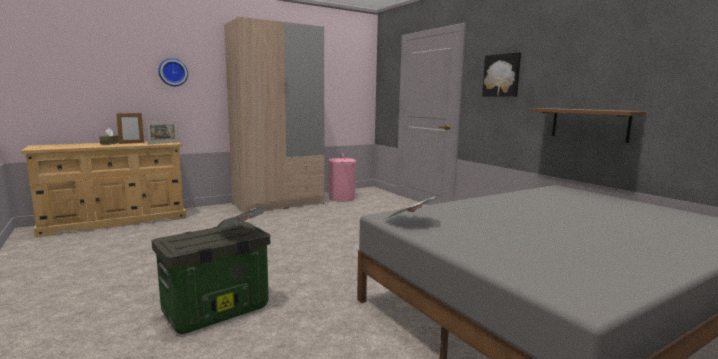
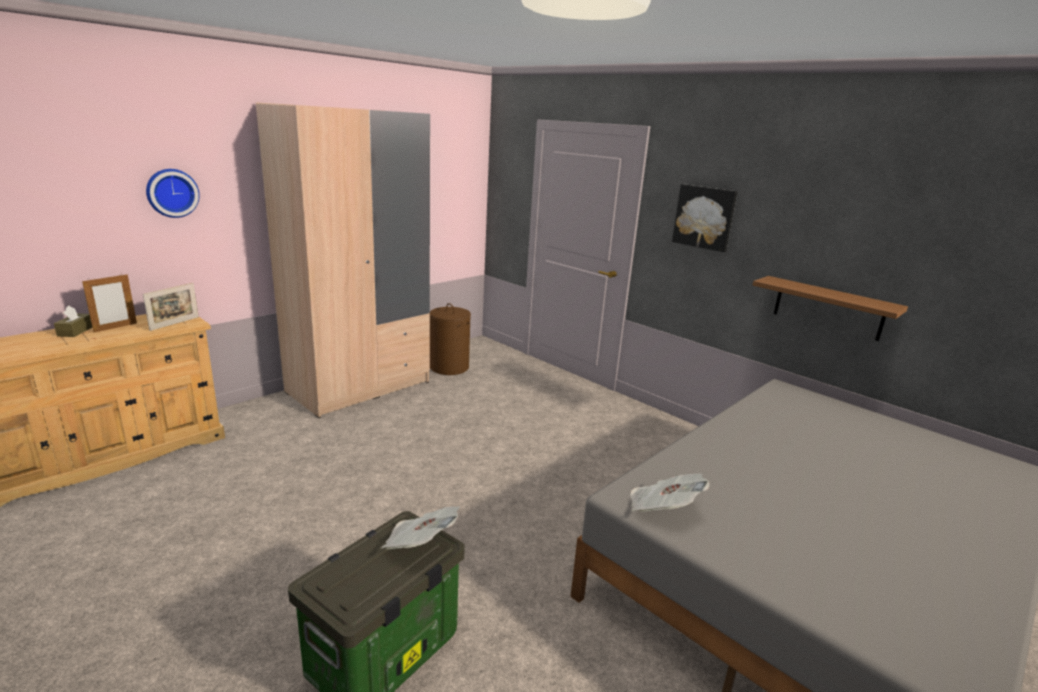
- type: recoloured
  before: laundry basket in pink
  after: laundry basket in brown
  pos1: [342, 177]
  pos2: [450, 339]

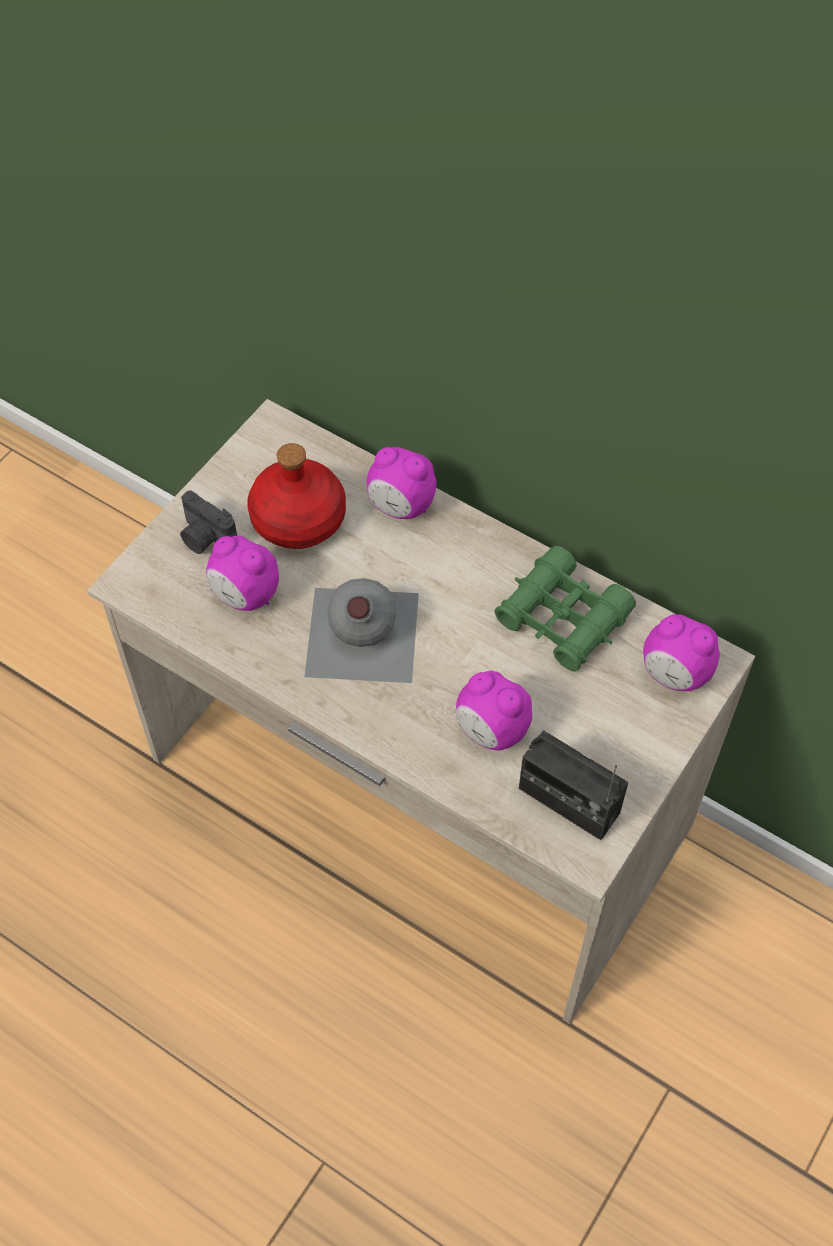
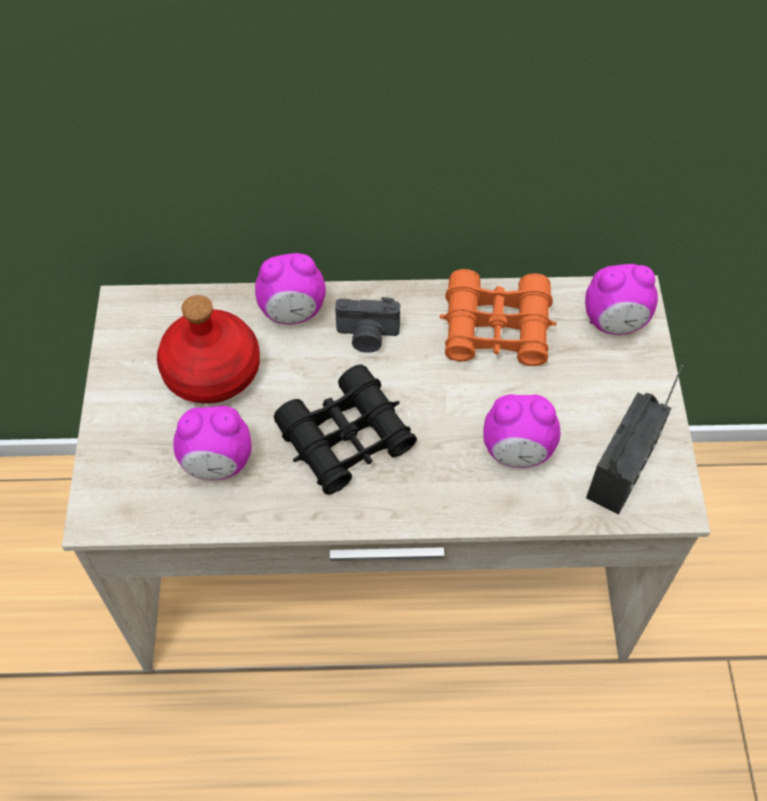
- type: replaced
  before: bottle in grey
  after: binoculars in black
  pos1: [361, 630]
  pos2: [345, 429]
- type: moved
  before: photo camera
  pos1: [208, 522]
  pos2: [367, 325]
- type: recoloured
  before: binoculars in green
  after: binoculars in orange
  pos1: [565, 609]
  pos2: [497, 317]
- type: turned
  before: radio
  pos1: [573, 785]
  pos2: [634, 439]
  turn: -60

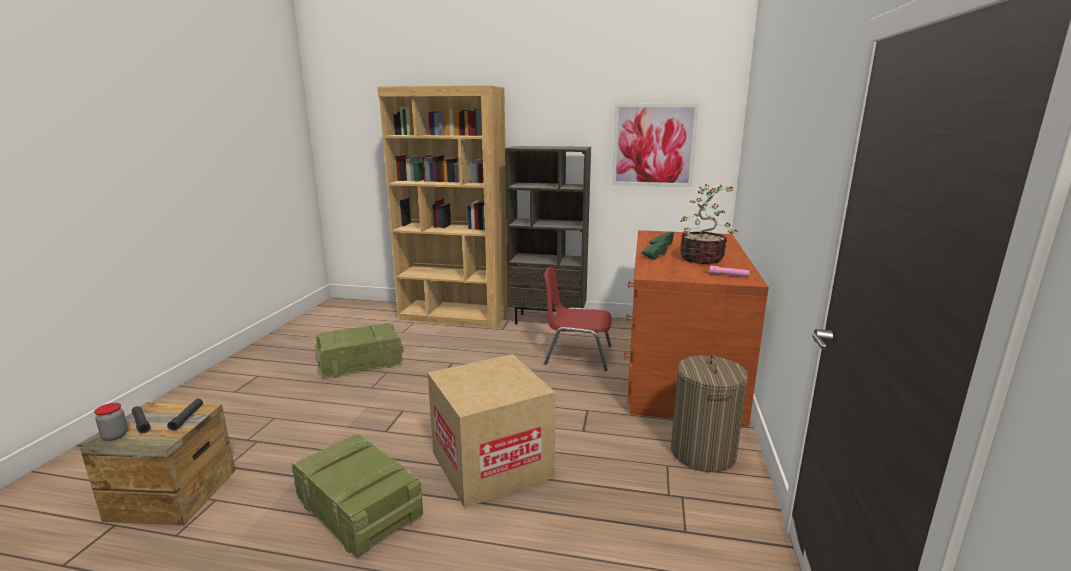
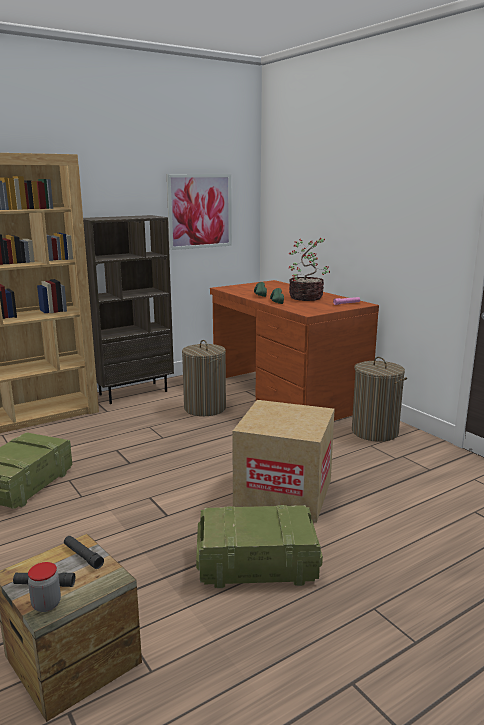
- type: replaced
  before: chair in red
  after: laundry basket
  pos1: [578, 318]
  pos2: [204, 378]

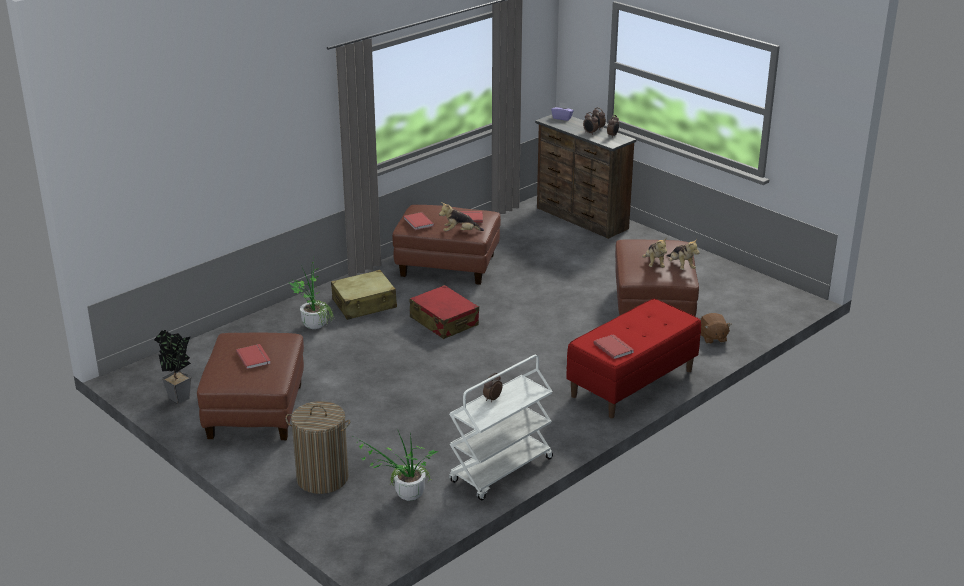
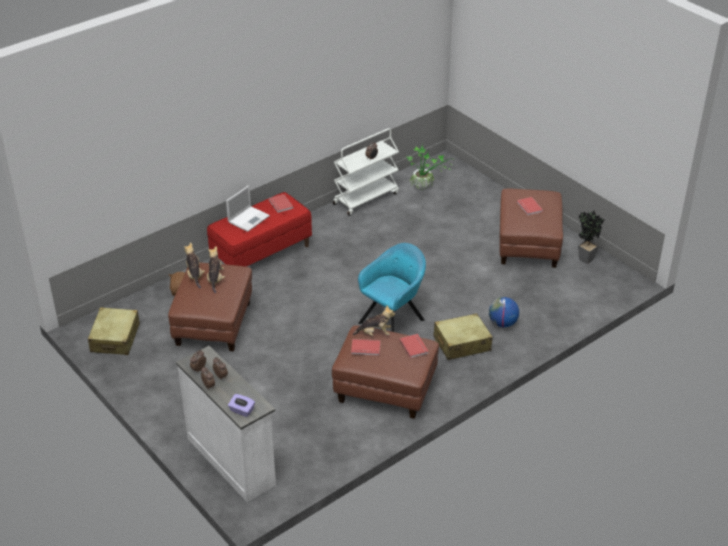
- type: added
  after: suitcase in beige
  pos2: [114, 331]
- type: recoloured
  before: dresser in brown
  after: dresser in white
  pos1: [585, 177]
  pos2: [226, 424]
- type: added
  after: laptop
  pos2: [248, 208]
- type: replaced
  before: suitcase in red
  after: armchair in turquoise
  pos1: [444, 312]
  pos2: [392, 287]
- type: replaced
  before: potted plant
  after: globe
  pos1: [311, 293]
  pos2: [504, 312]
- type: removed
  before: laundry basket
  pos1: [318, 447]

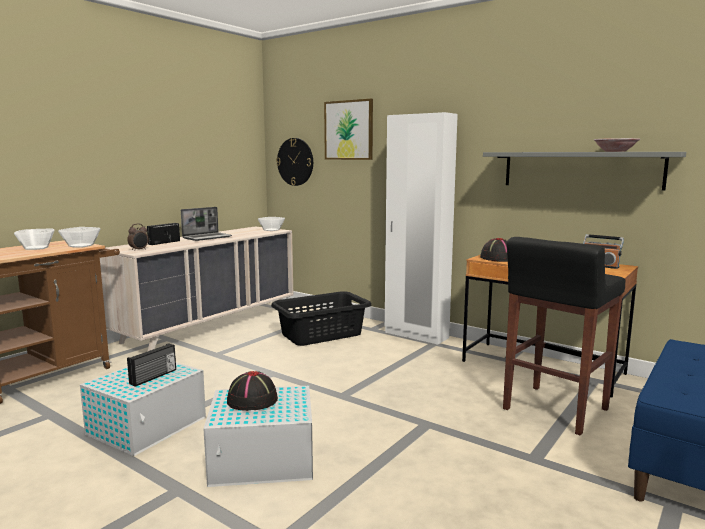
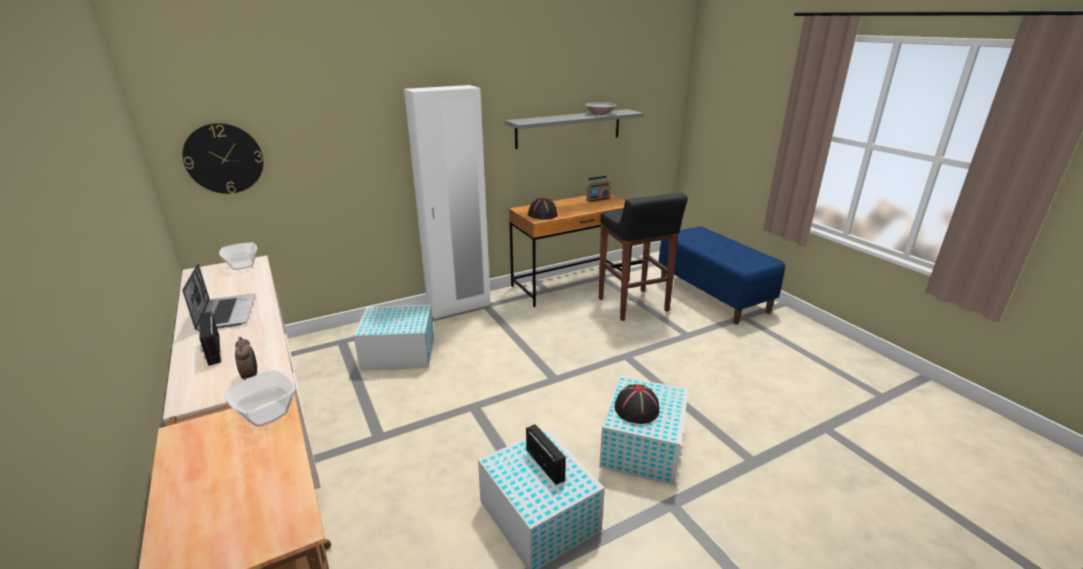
- type: replaced
  before: laundry basket in black
  after: storage box in white
  pos1: [321, 318]
  pos2: [394, 338]
- type: removed
  before: bowl
  pos1: [34, 239]
- type: removed
  before: picture
  pos1: [348, 129]

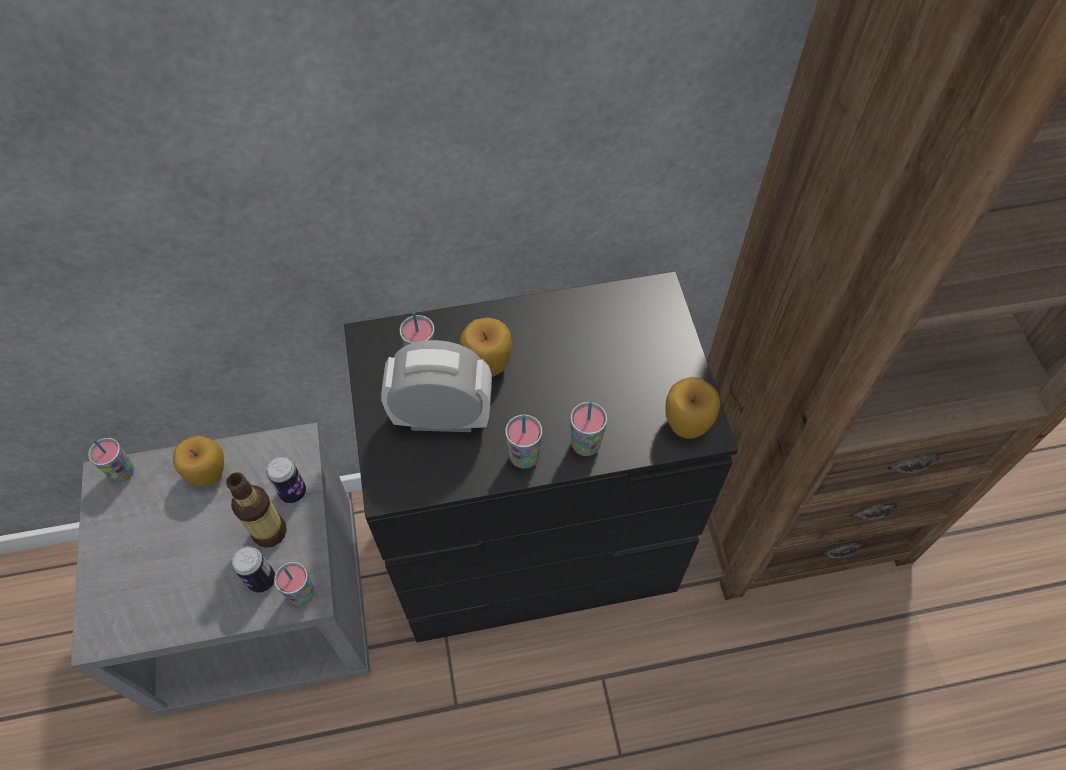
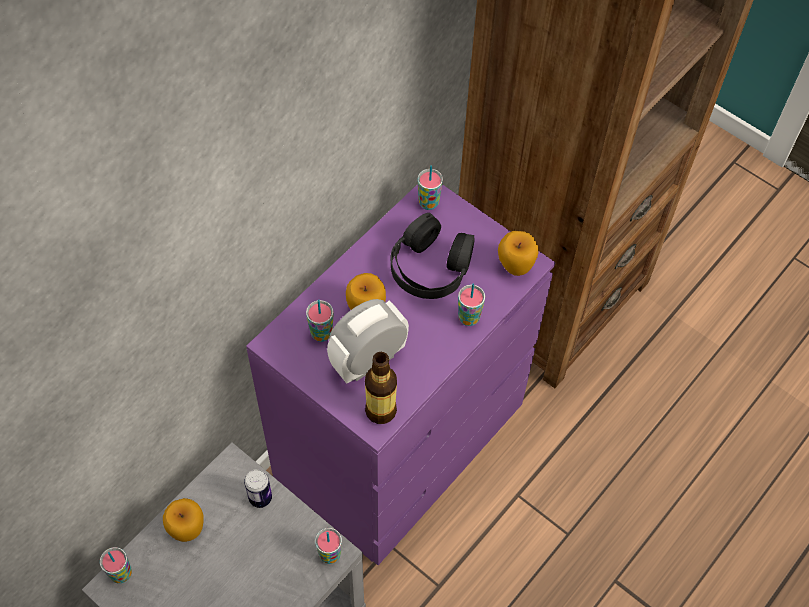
- type: recoloured
  before: dresser in black
  after: dresser in purple
  pos1: [541, 456]
  pos2: [400, 374]
- type: moved
  before: bottle
  pos1: [256, 510]
  pos2: [381, 388]
- type: added
  after: headphones in black
  pos2: [432, 256]
- type: moved
  before: cup
  pos1: [524, 441]
  pos2: [430, 187]
- type: removed
  before: can
  pos1: [253, 569]

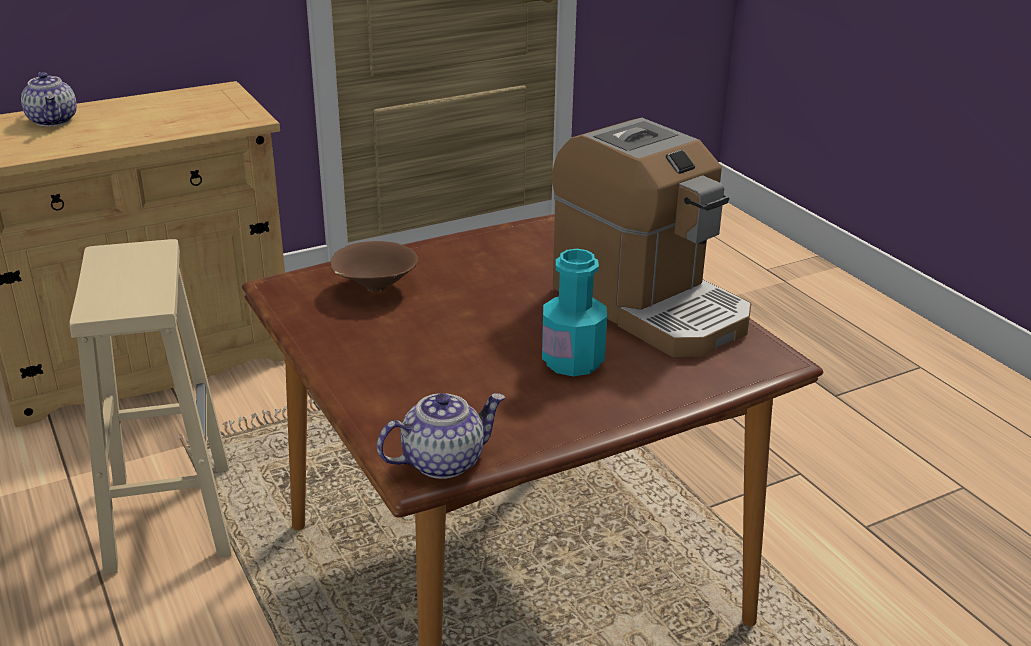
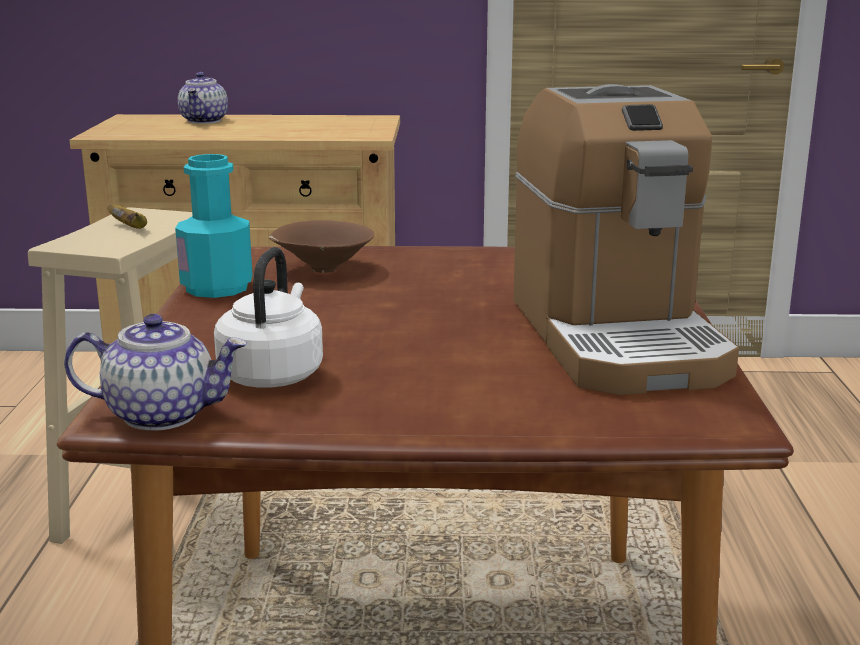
- type: added
  after: banana
  pos2: [127, 216]
- type: moved
  before: bottle in turquoise
  pos1: [574, 312]
  pos2: [214, 226]
- type: added
  after: kettle in white
  pos2: [268, 317]

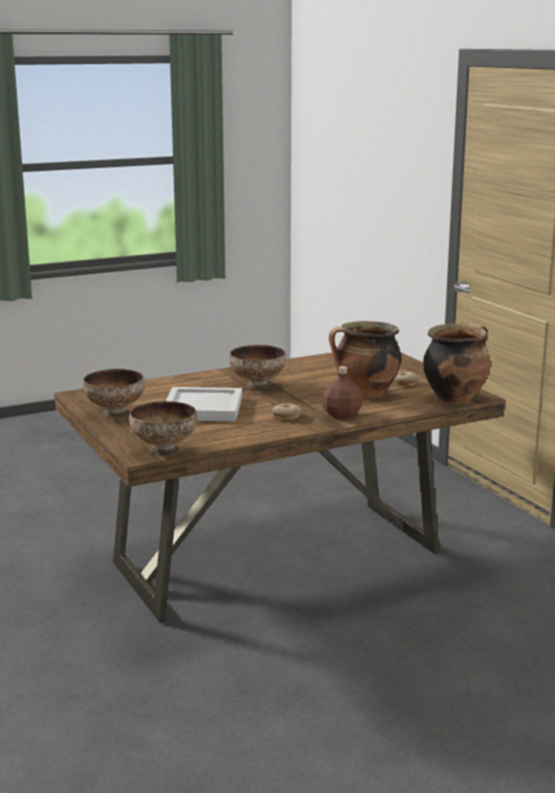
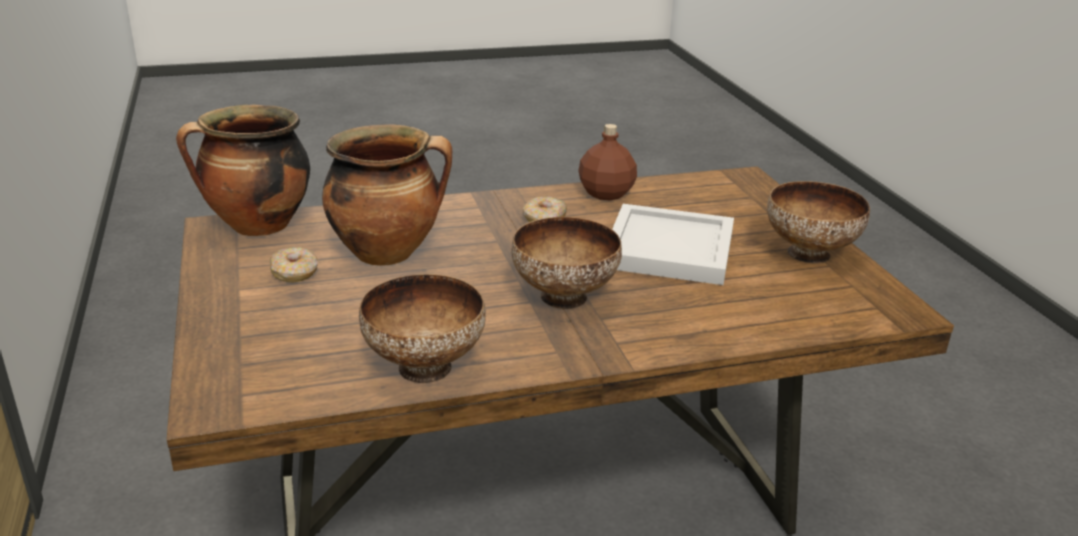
- type: moved
  before: bowl
  pos1: [163, 428]
  pos2: [422, 328]
- type: moved
  before: bottle in brown
  pos1: [342, 393]
  pos2: [607, 162]

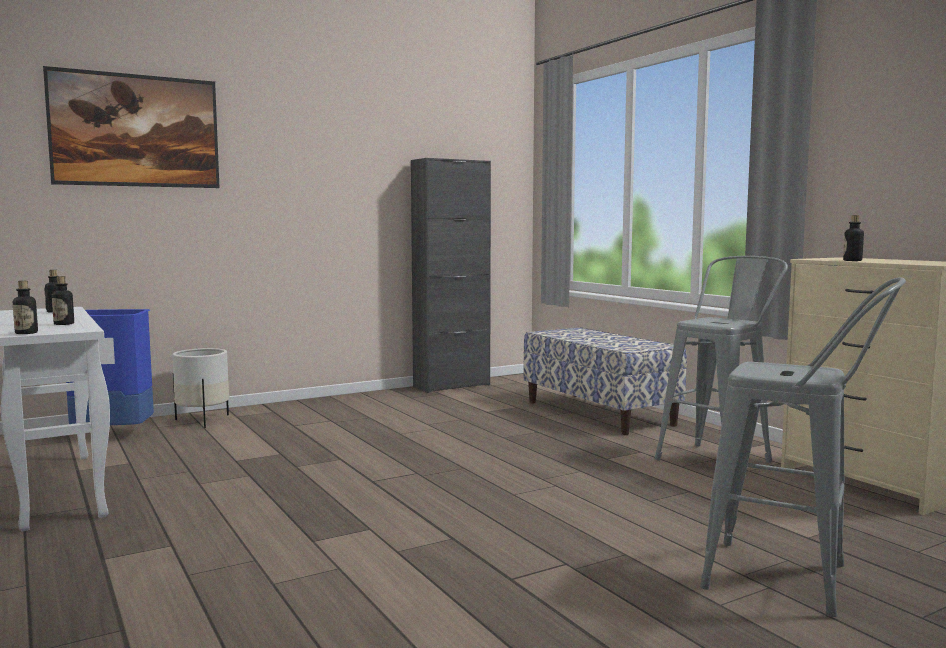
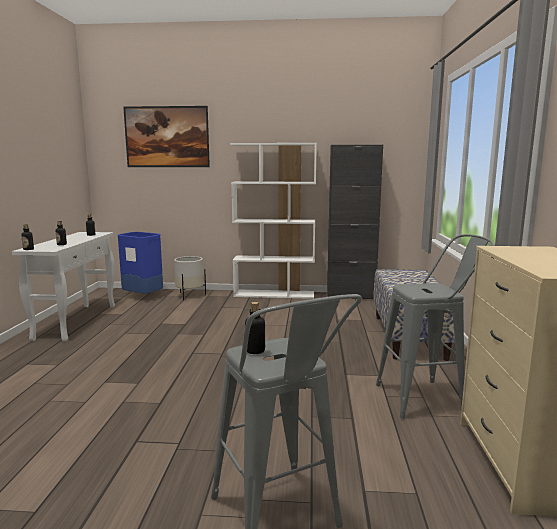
- type: added
  after: bookcase in white
  pos2: [273, 221]
- type: moved
  before: bottle
  pos1: [853, 238]
  pos2: [255, 328]

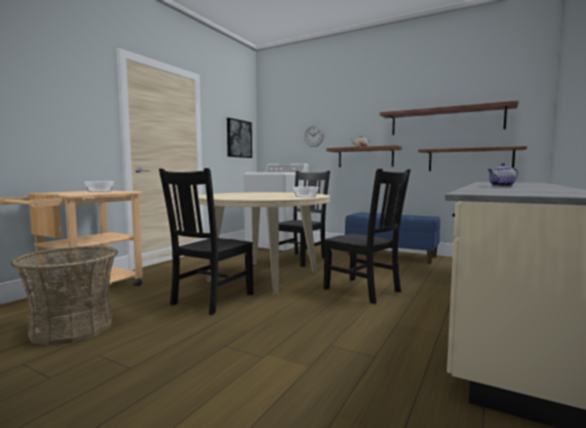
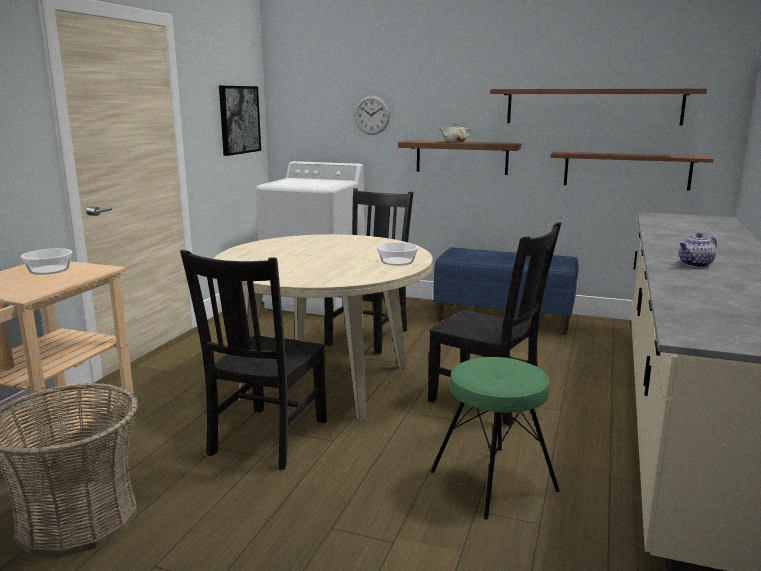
- type: added
  after: stool in green
  pos2: [495, 438]

